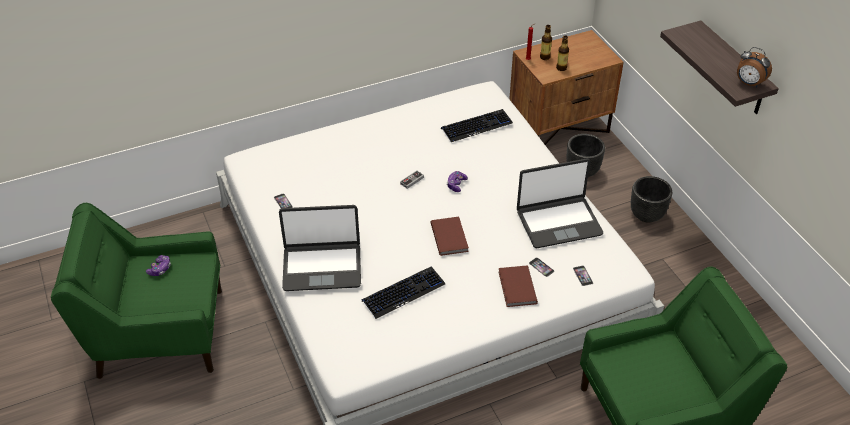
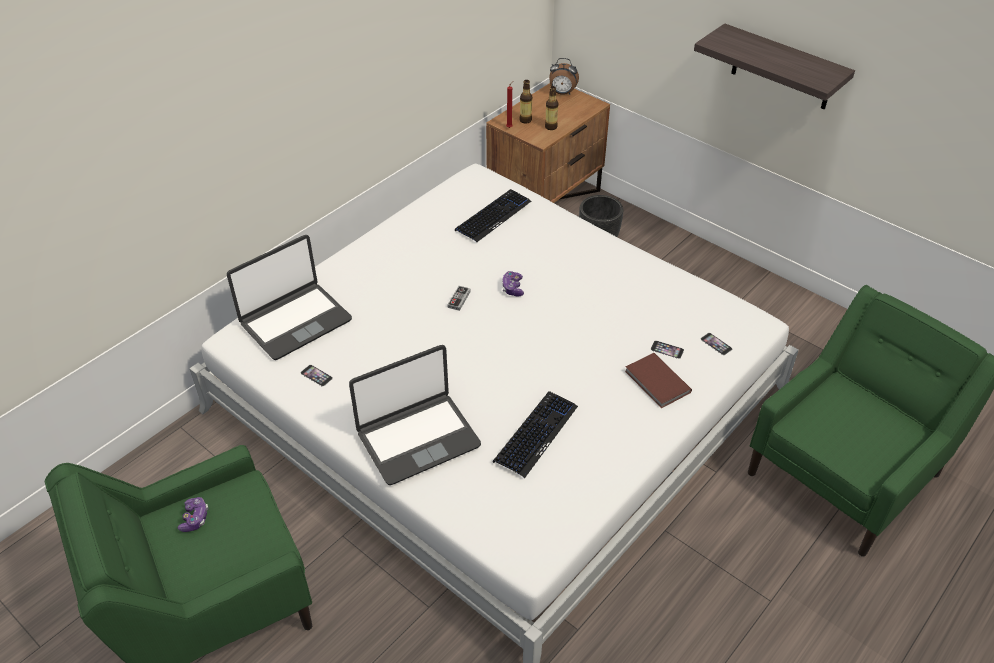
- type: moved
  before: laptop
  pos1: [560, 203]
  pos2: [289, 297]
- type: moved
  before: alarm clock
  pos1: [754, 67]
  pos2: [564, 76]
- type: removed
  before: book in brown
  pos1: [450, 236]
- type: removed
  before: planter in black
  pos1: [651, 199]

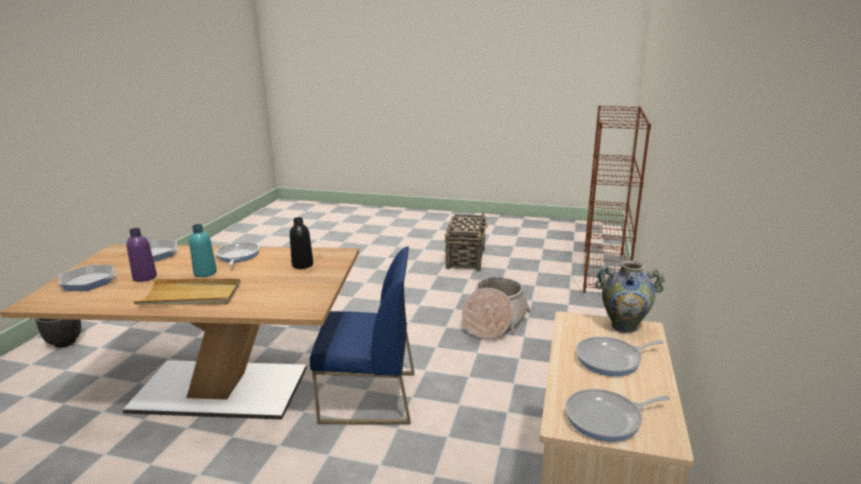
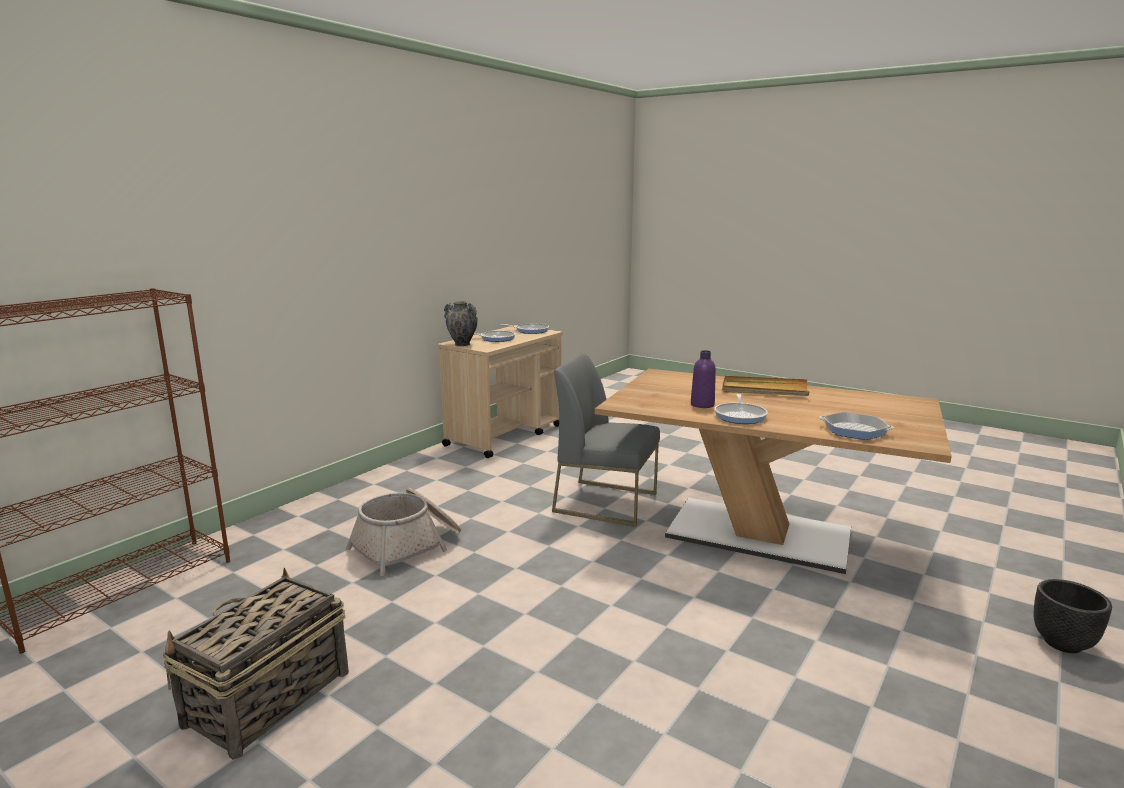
- type: recoloured
  before: chair in blue
  after: chair in grey
  pos1: [362, 335]
  pos2: [606, 440]
- type: moved
  before: bottle in purple
  pos1: [142, 255]
  pos2: [703, 379]
- type: removed
  before: frying pan
  pos1: [87, 278]
- type: removed
  before: bottle in turquoise
  pos1: [203, 250]
- type: removed
  before: bottle in black
  pos1: [301, 243]

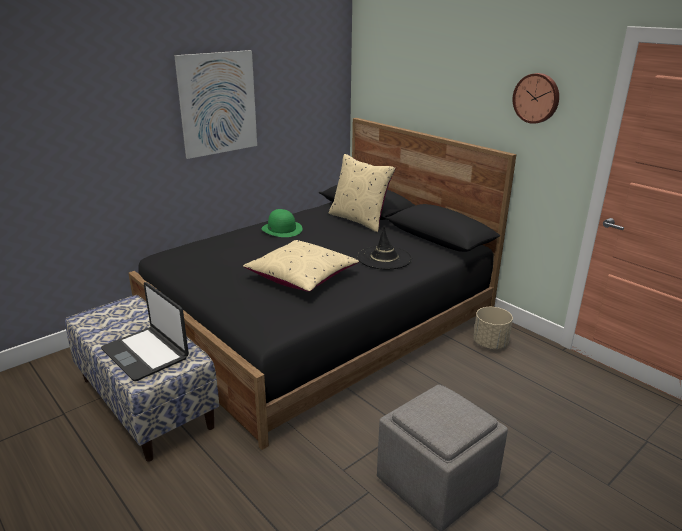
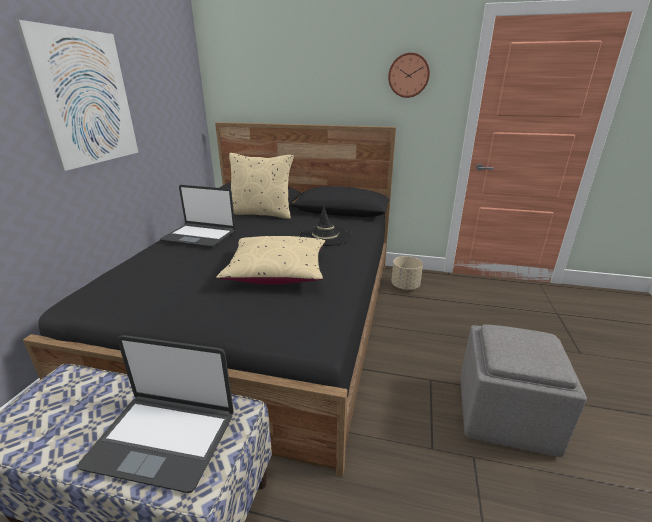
- type: replaced
  before: hat in green
  after: laptop
  pos1: [282, 223]
  pos2: [198, 216]

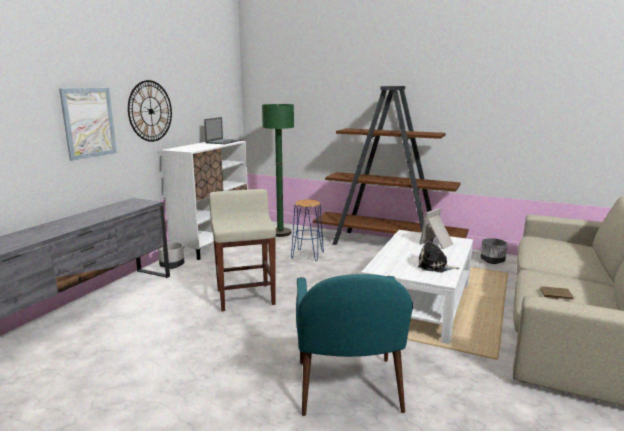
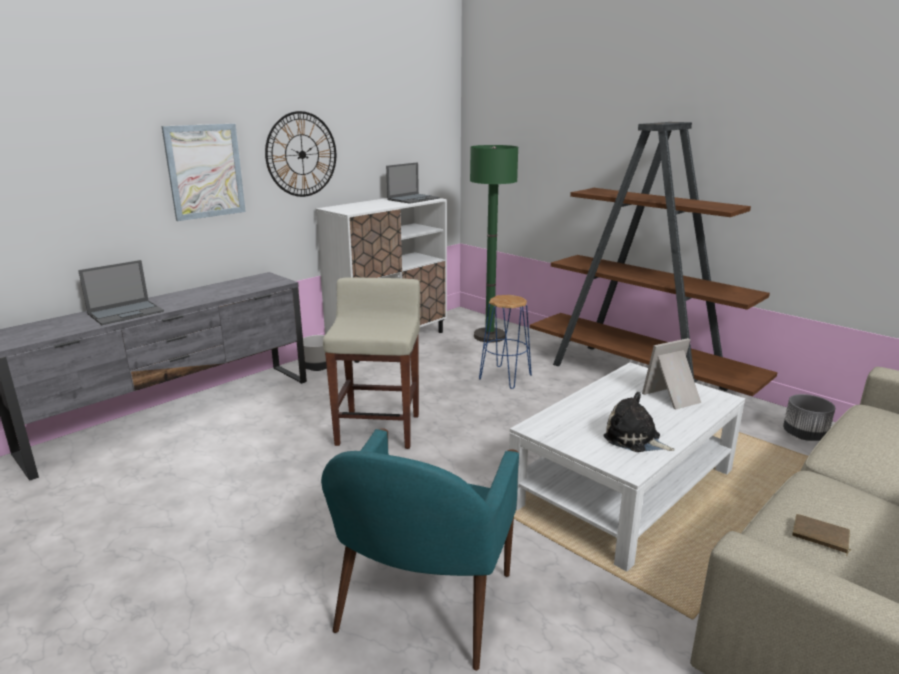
- type: added
  after: laptop
  pos2: [121, 292]

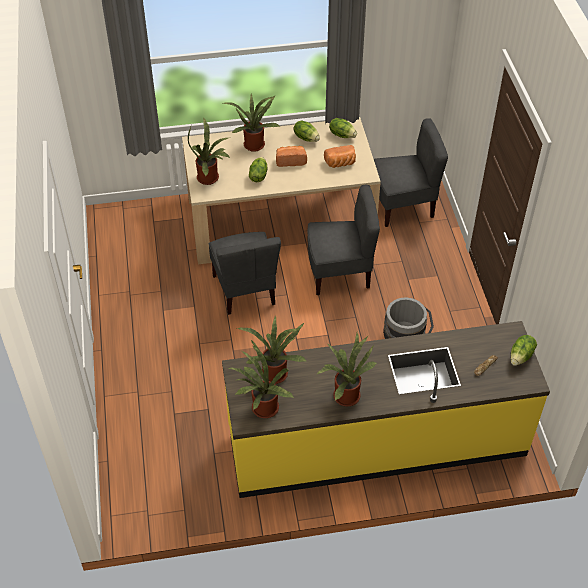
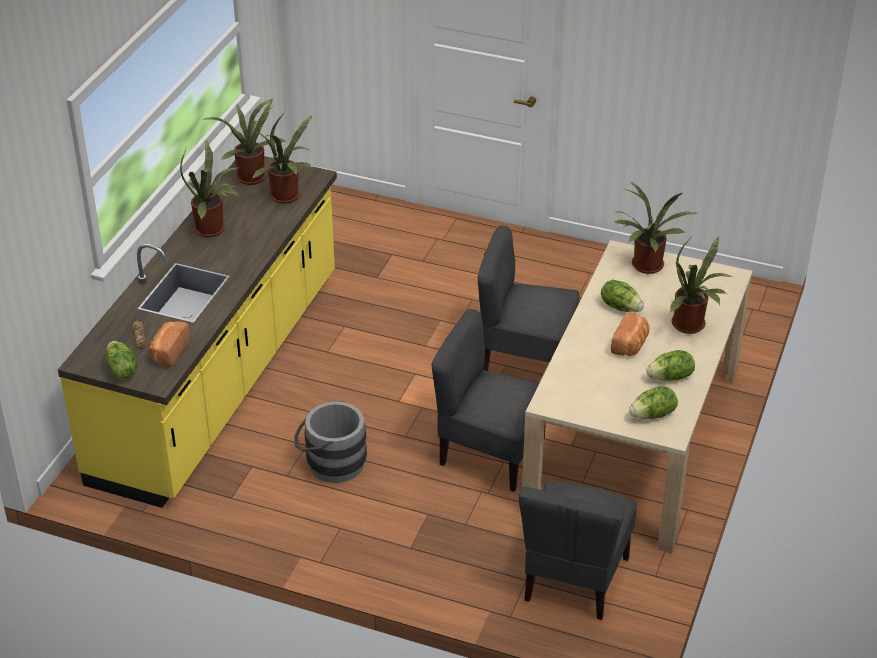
- type: moved
  before: bread
  pos1: [340, 156]
  pos2: [169, 344]
- type: turned
  before: chair in grey
  pos1: [343, 240]
  pos2: [488, 400]
  turn: 90

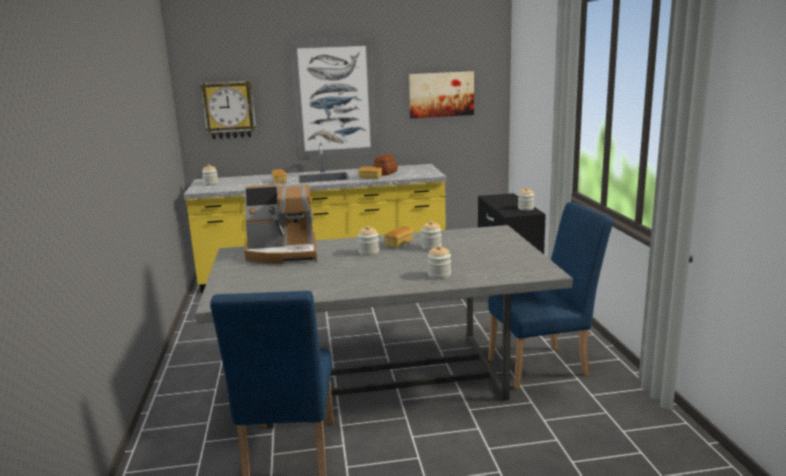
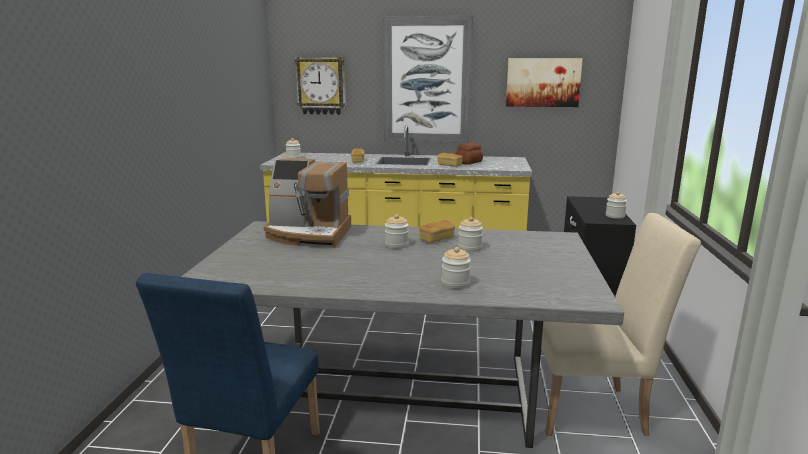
- type: recoloured
  before: chair in blue
  after: chair in beige
  pos1: [551, 296]
  pos2: [617, 324]

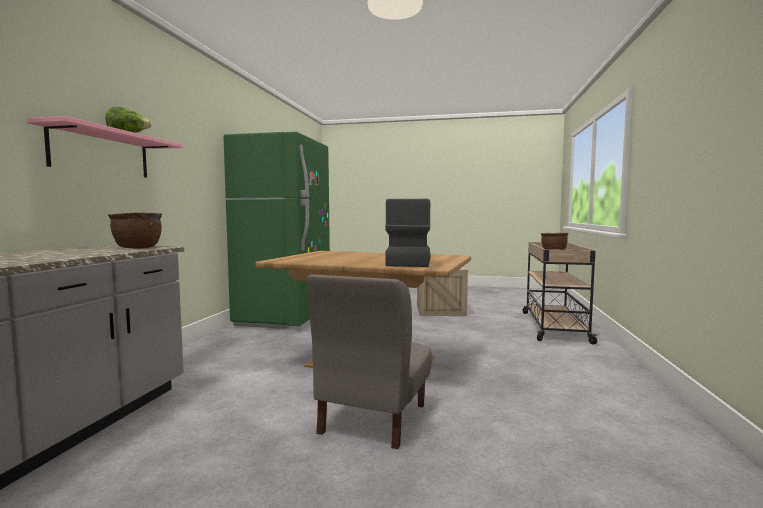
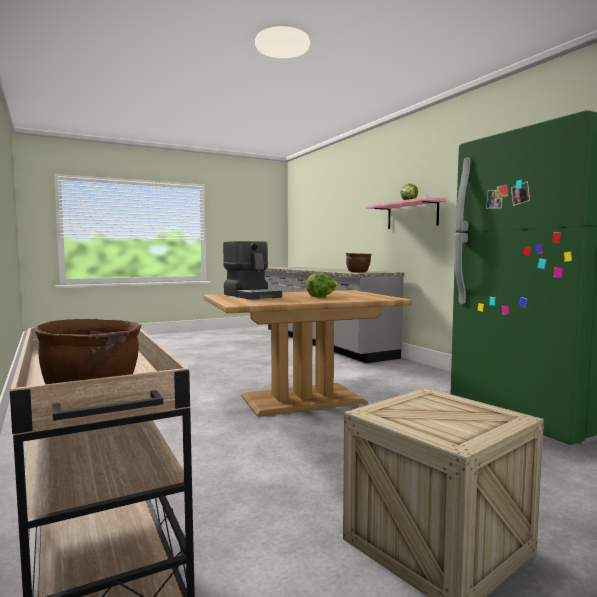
- type: added
  after: lettuce
  pos2: [322, 285]
- type: removed
  before: chair in grey
  pos1: [369, 362]

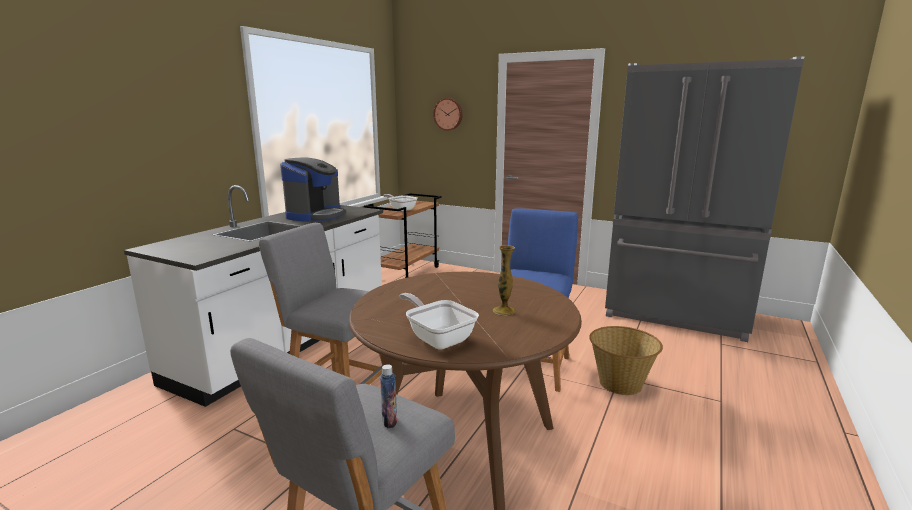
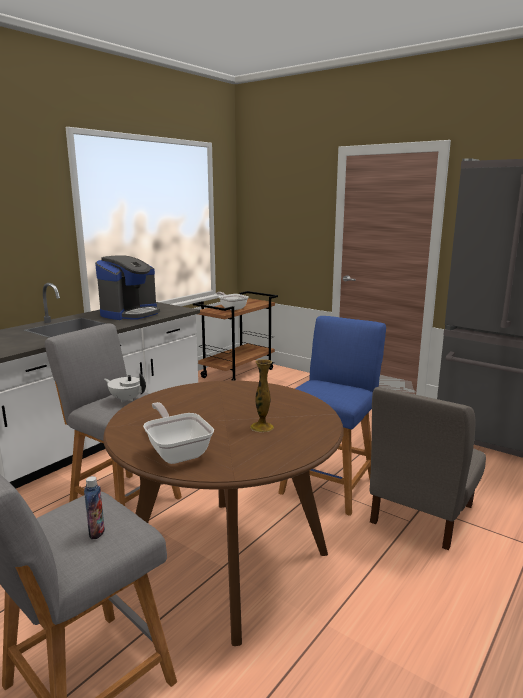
- type: added
  after: teapot in white
  pos2: [125, 388]
- type: replaced
  before: basket
  after: chair in grey
  pos1: [626, 360]
  pos2: [428, 468]
- type: removed
  before: wall clock
  pos1: [448, 114]

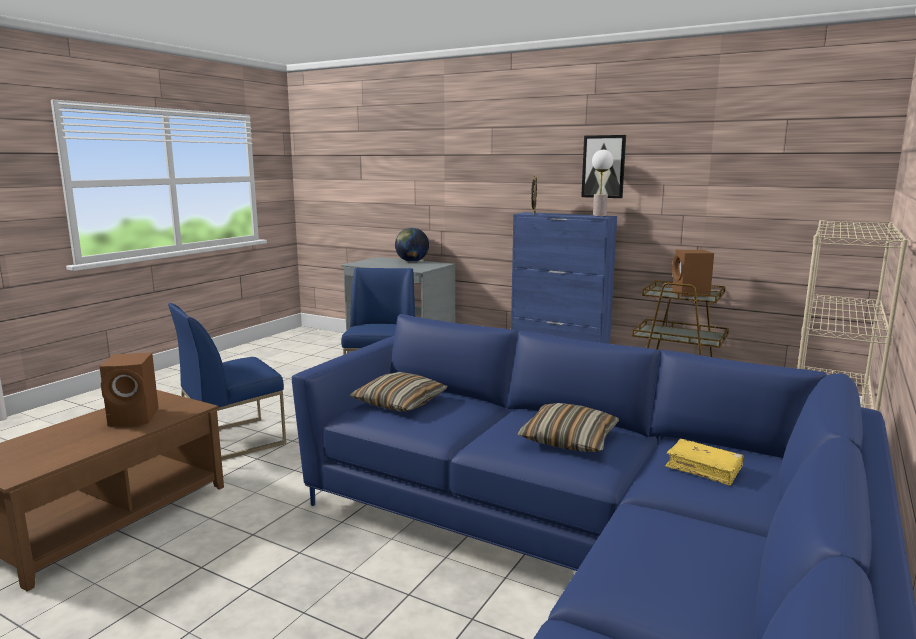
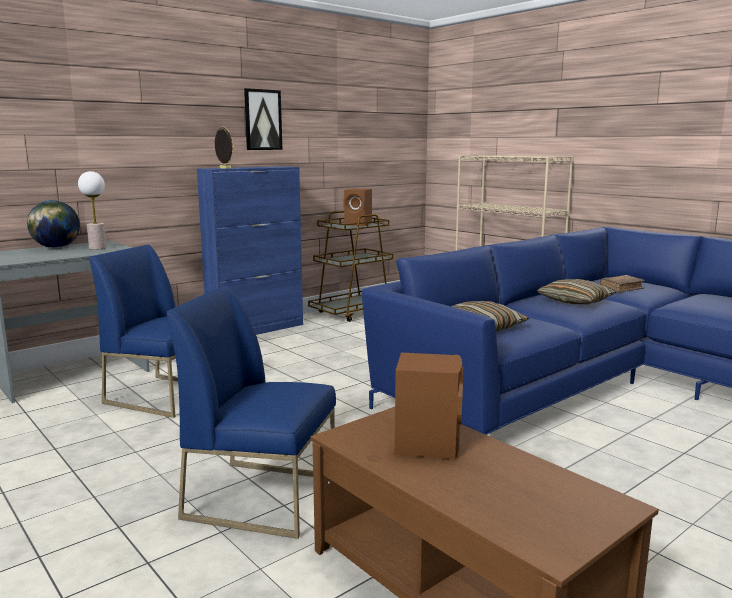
- type: moved
  before: table lamp
  pos1: [602, 183]
  pos2: [92, 210]
- type: turned
  before: chair in blue
  pos1: [227, 381]
  pos2: [251, 412]
  turn: 120
- type: recoloured
  before: book in yellow
  after: book in brown
  pos1: [704, 462]
  pos2: [622, 284]

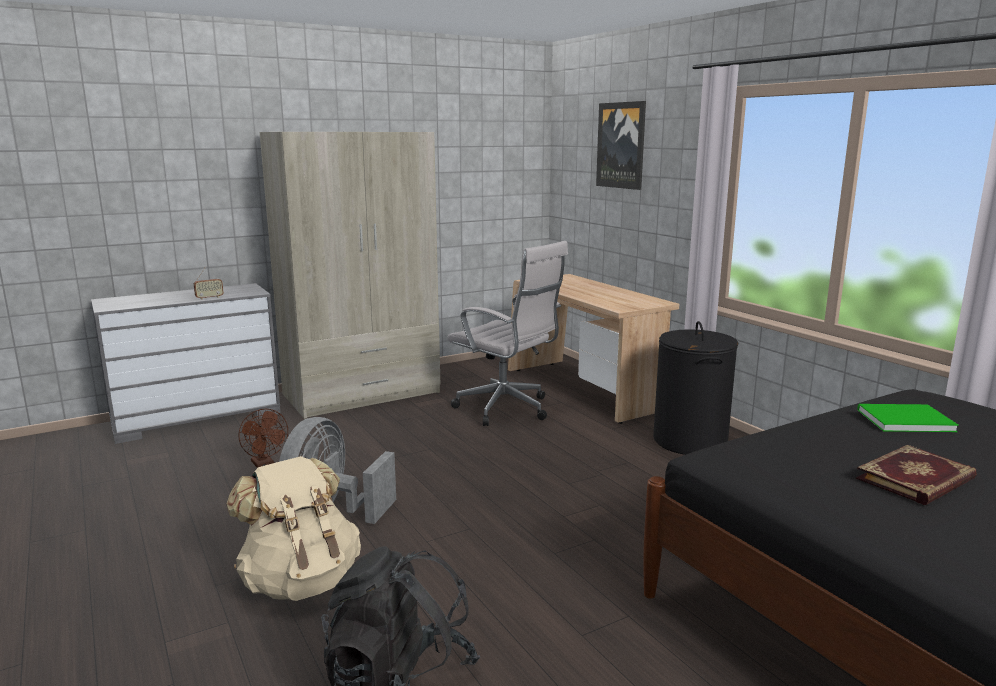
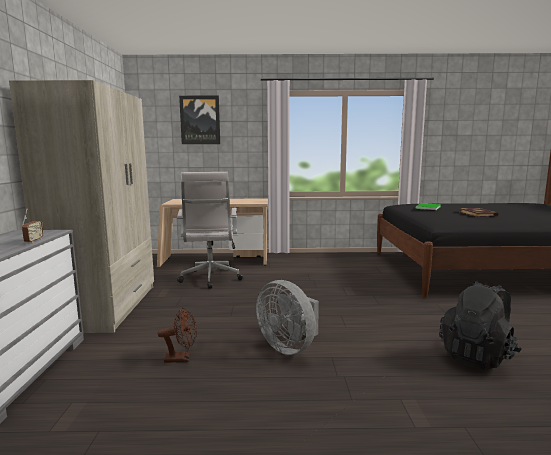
- type: turned
  before: office chair in white
  pos1: [507, 333]
  pos2: [210, 230]
  turn: 105
- type: removed
  before: backpack in beige
  pos1: [293, 528]
- type: removed
  before: laundry basket in black
  pos1: [695, 388]

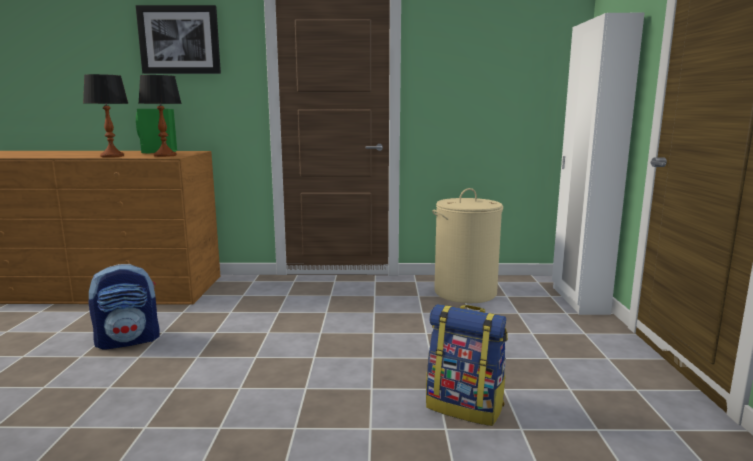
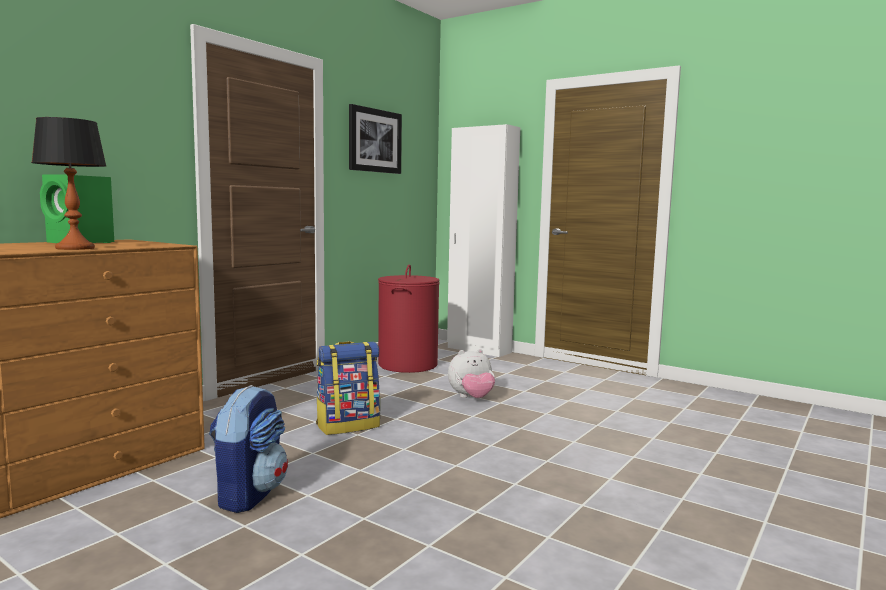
- type: moved
  before: backpack
  pos1: [467, 365]
  pos2: [348, 388]
- type: moved
  before: picture
  pos1: [178, 39]
  pos2: [375, 139]
- type: recoloured
  before: laundry basket in beige
  after: laundry basket in red
  pos1: [467, 245]
  pos2: [409, 318]
- type: added
  after: plush toy
  pos2: [471, 373]
- type: removed
  before: table lamp
  pos1: [160, 116]

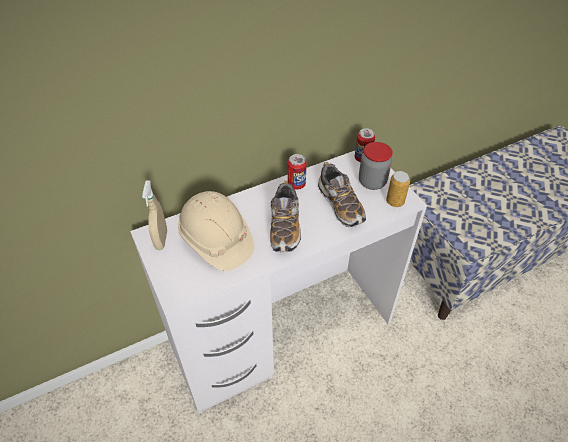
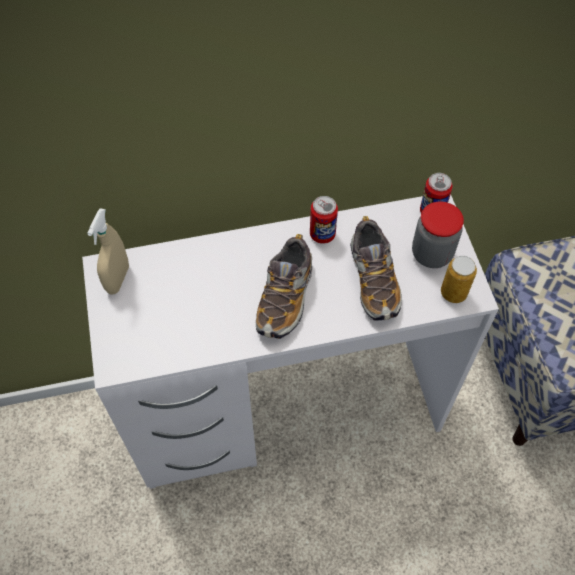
- type: removed
  before: hard hat in beige
  pos1: [216, 231]

